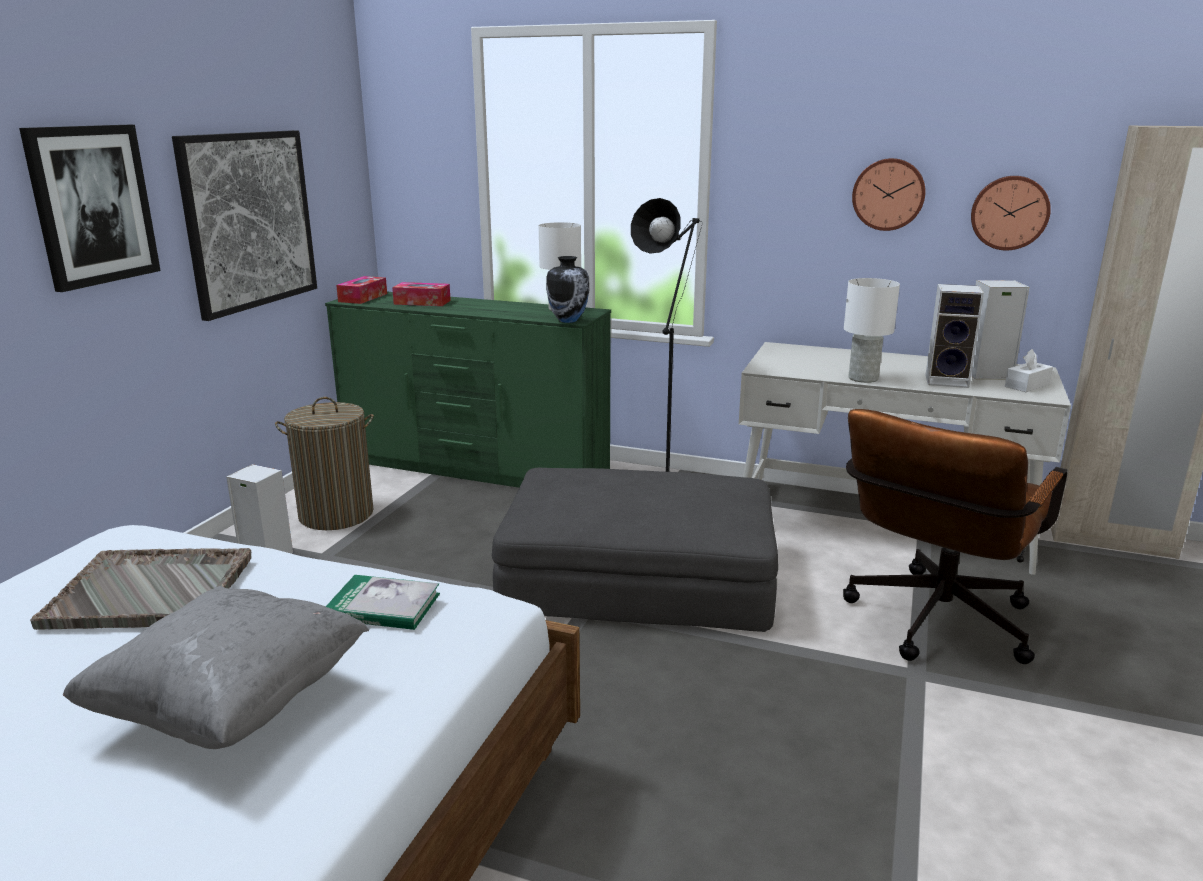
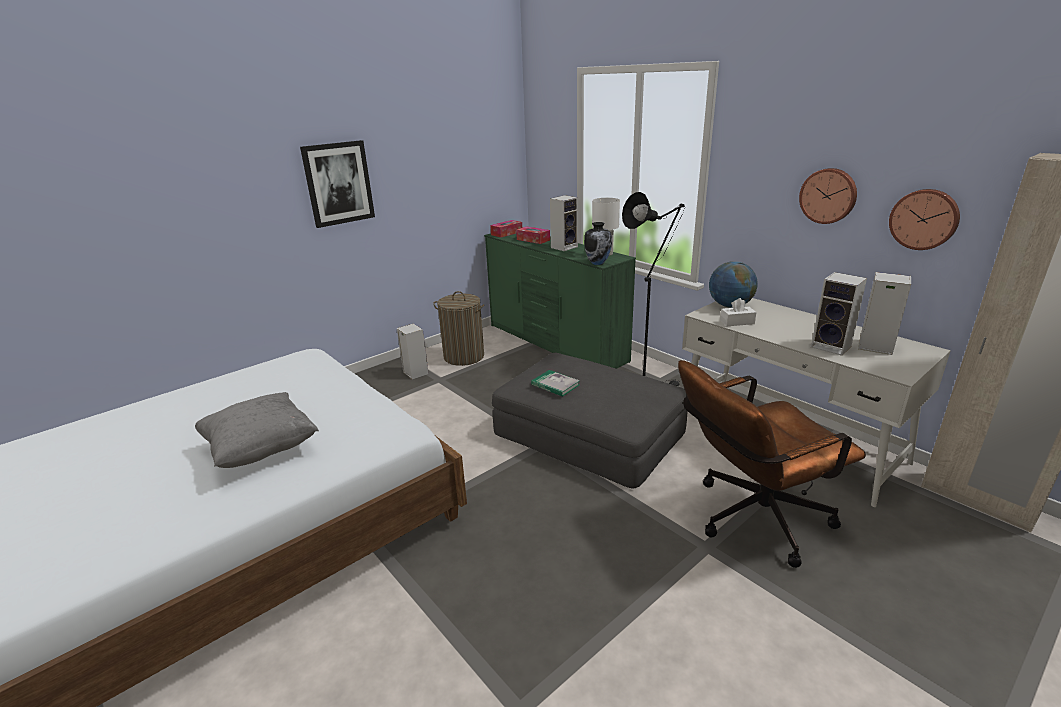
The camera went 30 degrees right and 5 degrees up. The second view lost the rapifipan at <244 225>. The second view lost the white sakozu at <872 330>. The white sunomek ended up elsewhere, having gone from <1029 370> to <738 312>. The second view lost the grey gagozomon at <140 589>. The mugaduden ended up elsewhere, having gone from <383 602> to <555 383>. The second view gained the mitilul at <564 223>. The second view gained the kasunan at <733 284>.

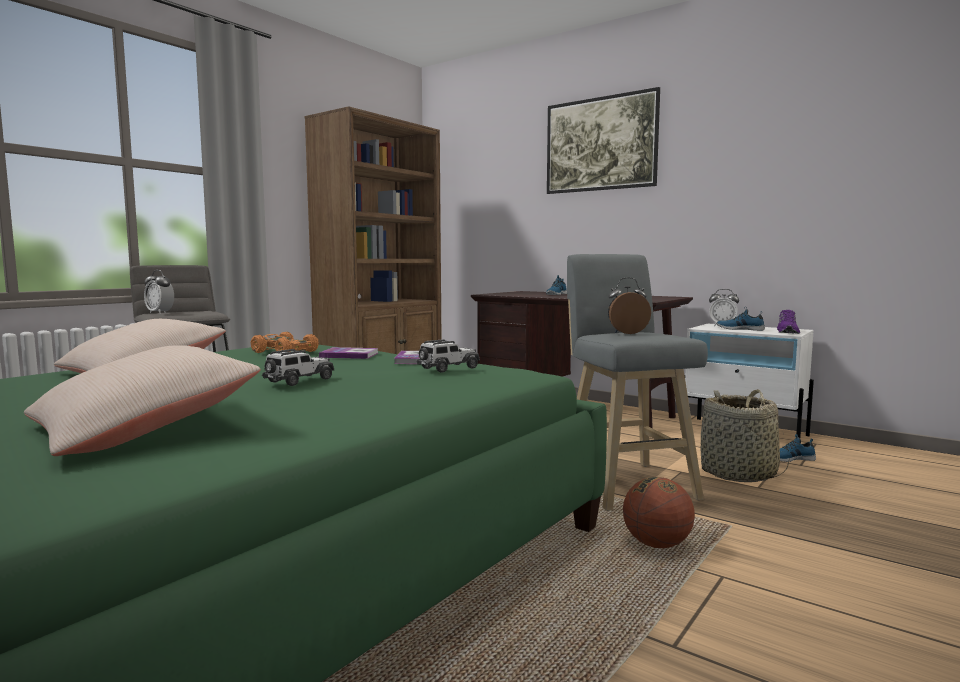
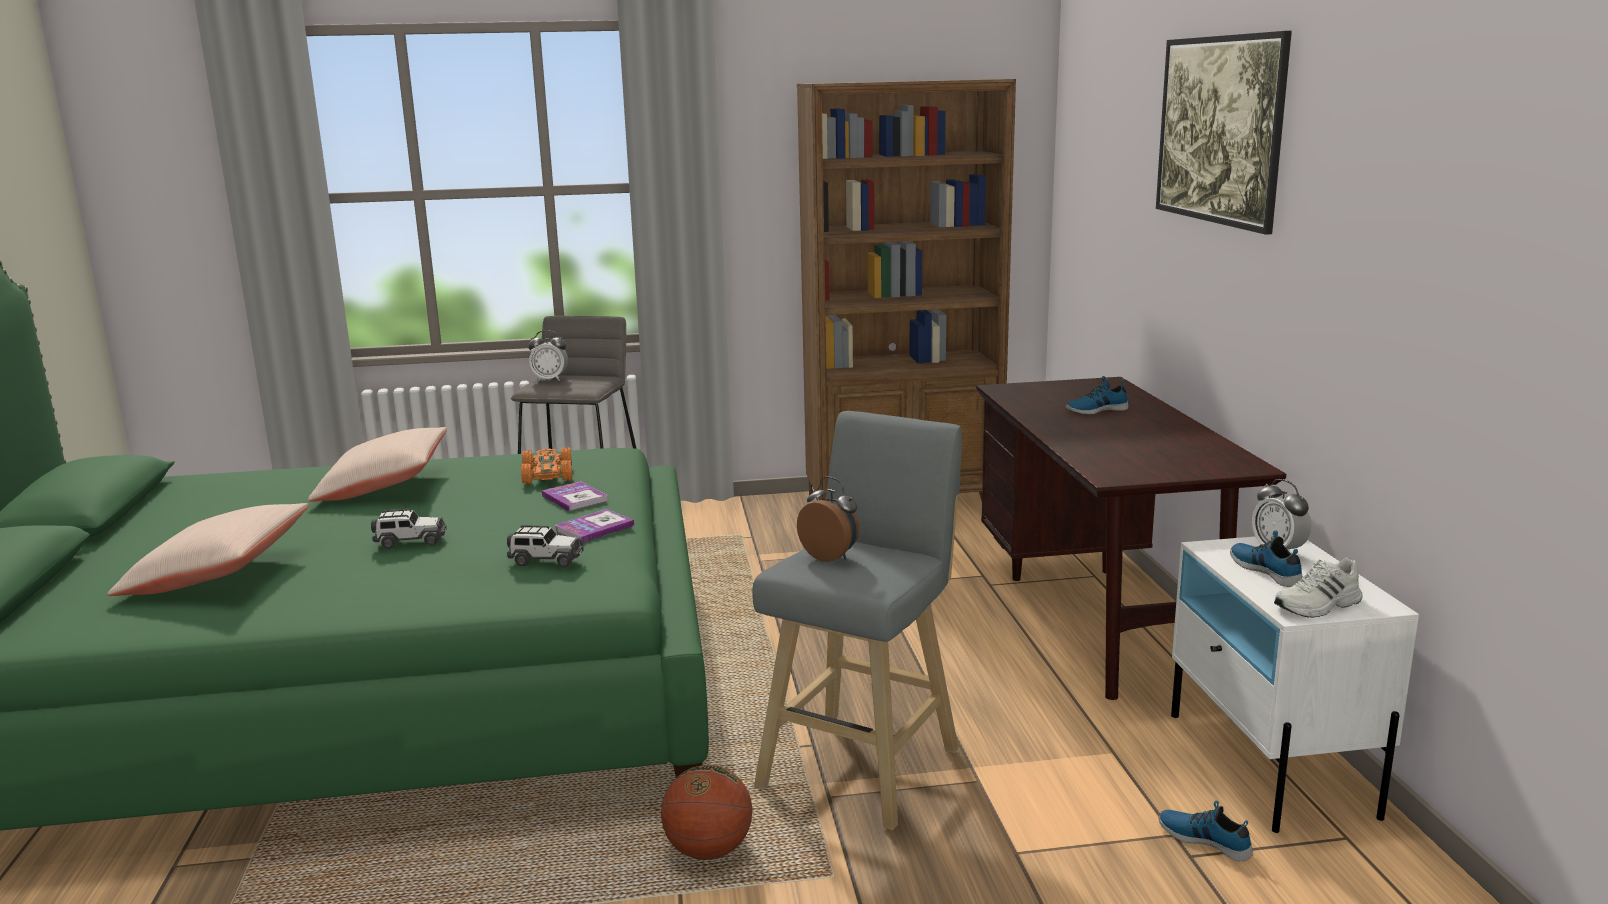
The camera went 45 degrees right and 10 degrees up. The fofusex at <159 292> ended up facing another way, 75 degrees counterclockwise from before. What was the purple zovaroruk at <788 322> turned into the white zovaroruk at <1318 587>. The second view lost the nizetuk at <745 435>.

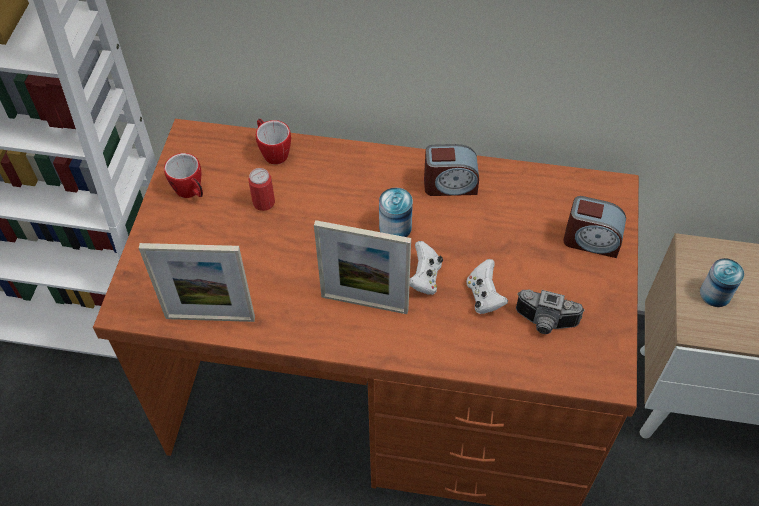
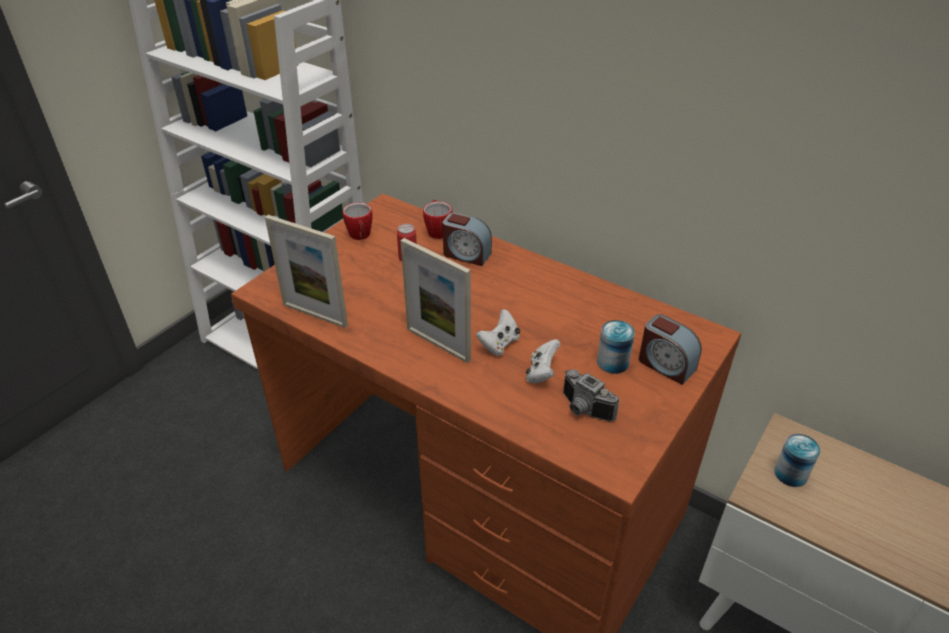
The camera went 25 degrees right and 15 degrees down. The fofusex ended up elsewhere, having gone from <451 170> to <467 239>. The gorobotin ended up elsewhere, having gone from <396 212> to <616 347>.

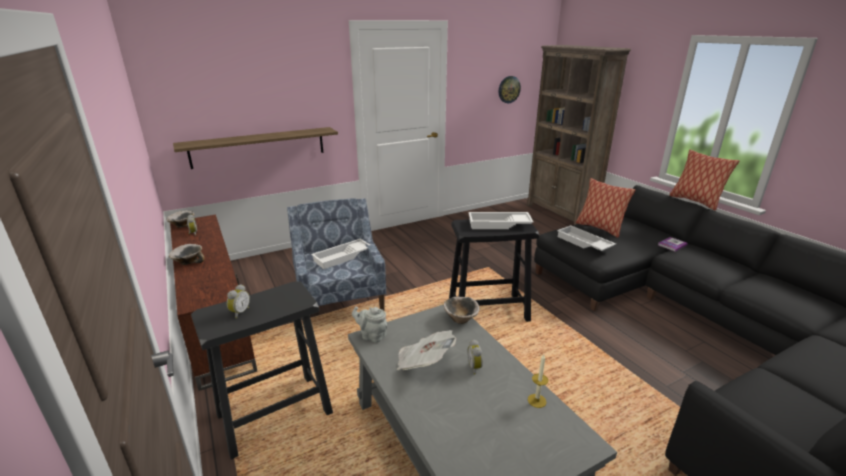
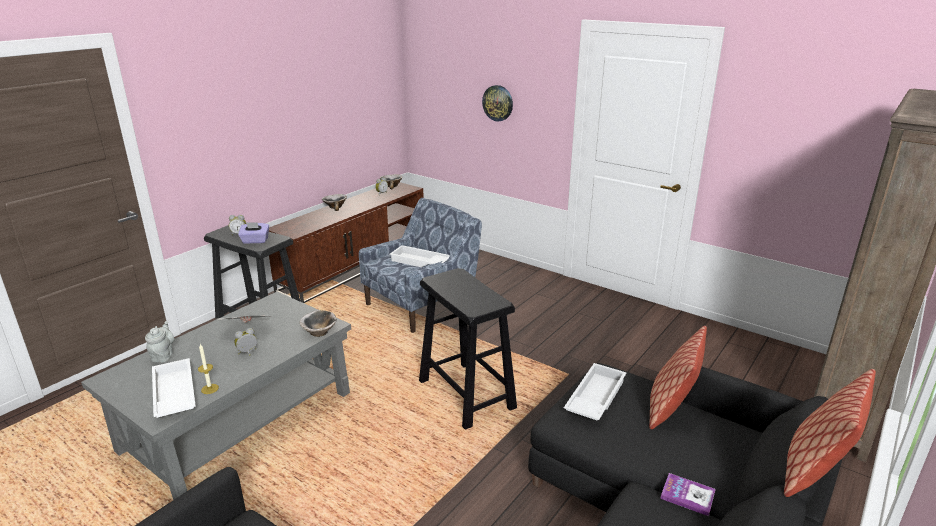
The camera went 65 degrees right and 0 degrees up. The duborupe ended up elsewhere, having gone from <510 89> to <497 103>. The second view lost the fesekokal at <255 148>. The white gagozomon ended up elsewhere, having gone from <501 220> to <174 388>. The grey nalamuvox ended up elsewhere, having gone from <369 324> to <160 341>. The second view gained the purple sunomek at <253 233>.

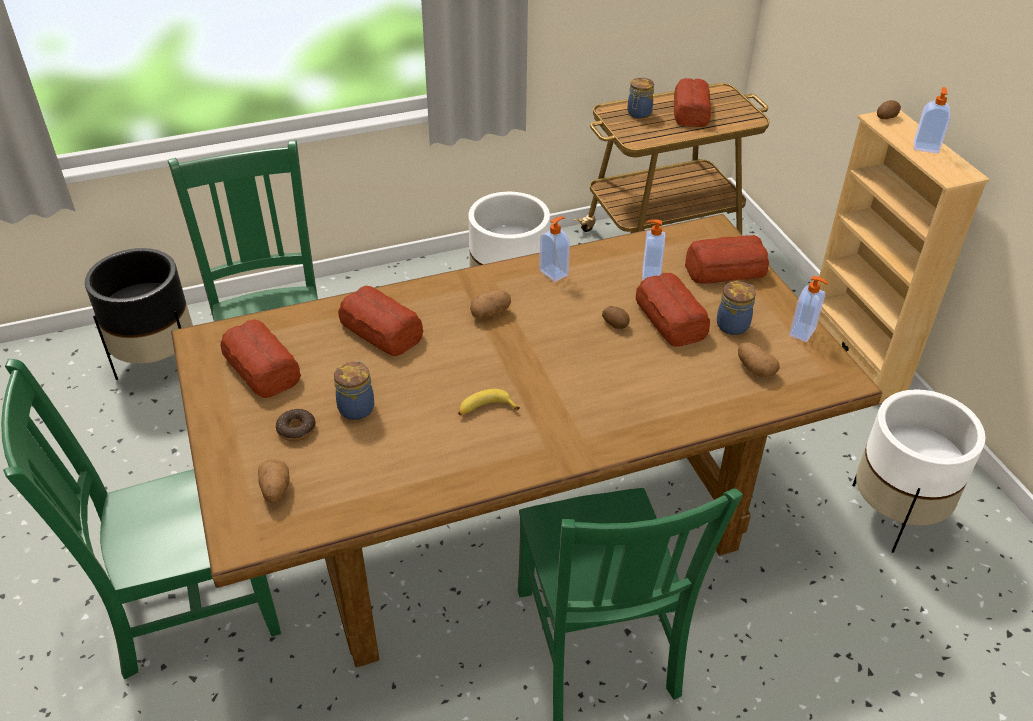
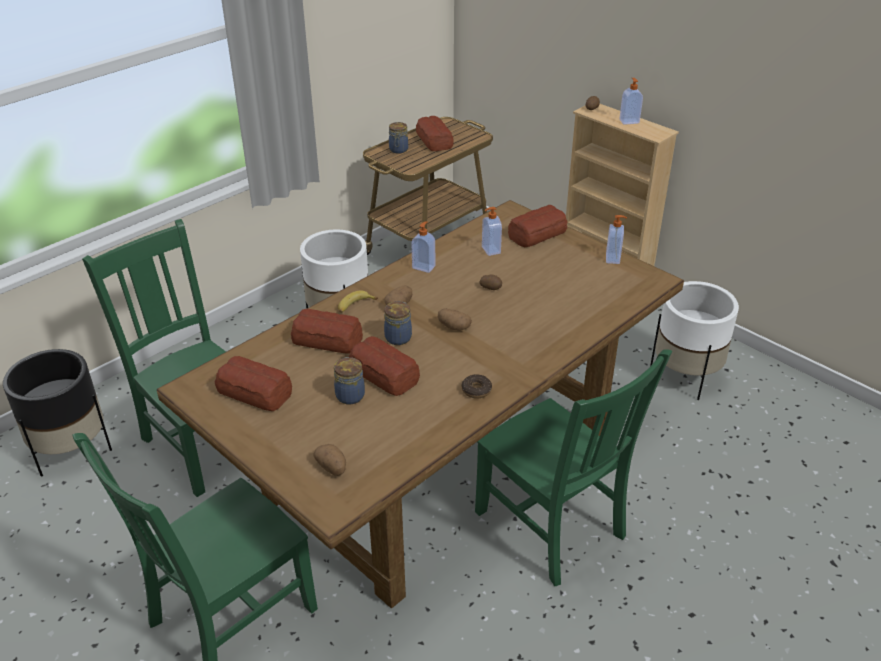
The camera went 25 degrees left and 5 degrees down. The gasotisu ended up elsewhere, having gone from <673 310> to <384 366>. The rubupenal ended up elsewhere, having gone from <736 308> to <398 323>. The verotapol ended up elsewhere, having gone from <759 359> to <455 319>. The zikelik ended up elsewhere, having gone from <489 402> to <358 302>. The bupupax ended up elsewhere, having gone from <296 425> to <477 386>.

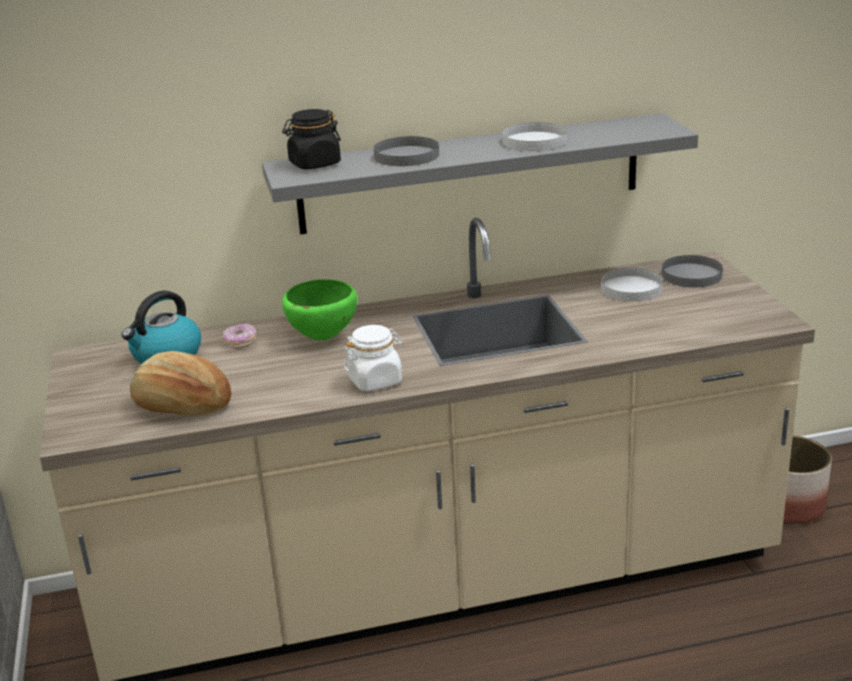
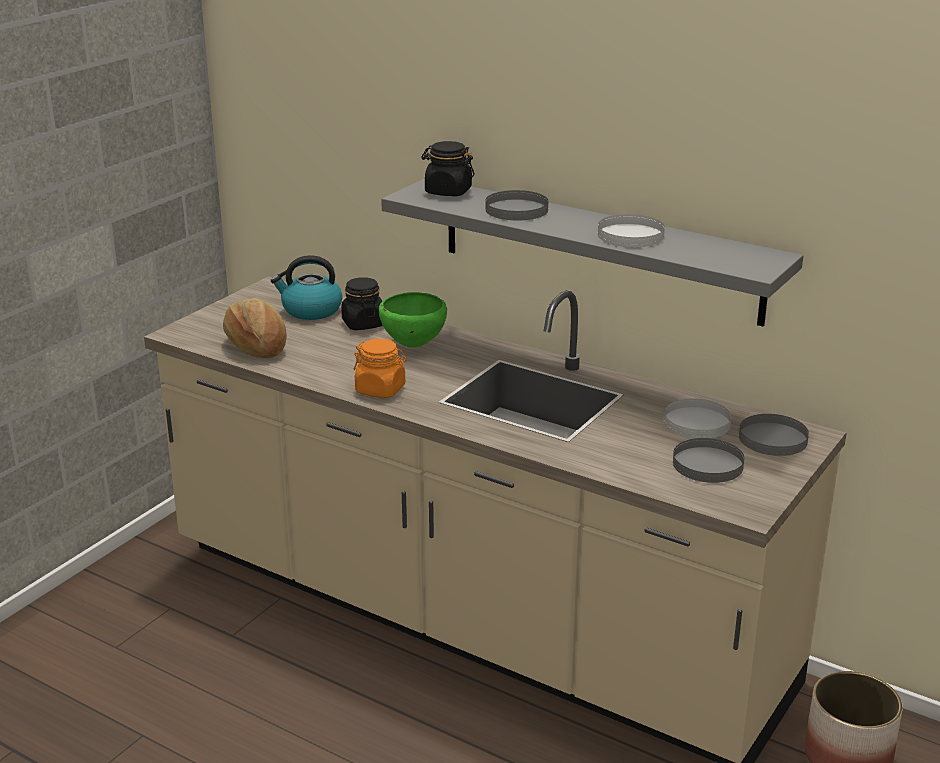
The camera went 45 degrees right and 0 degrees up. Where the bupupax stood at <239 336>, the black rubupenal came to stand at <362 303>. What was the white rubupenal at <373 358> turned into the orange rubupenal at <380 368>. The second view gained the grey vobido at <708 460>.

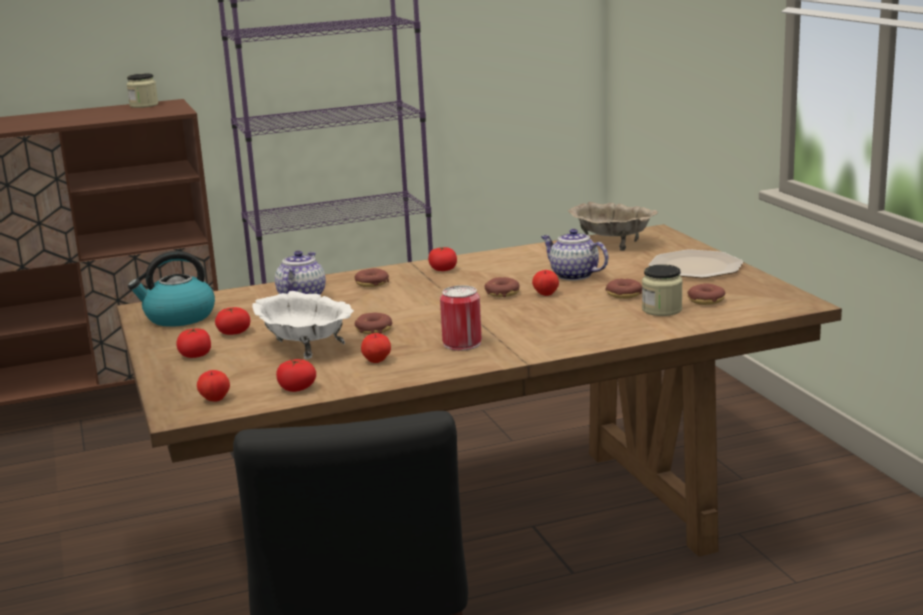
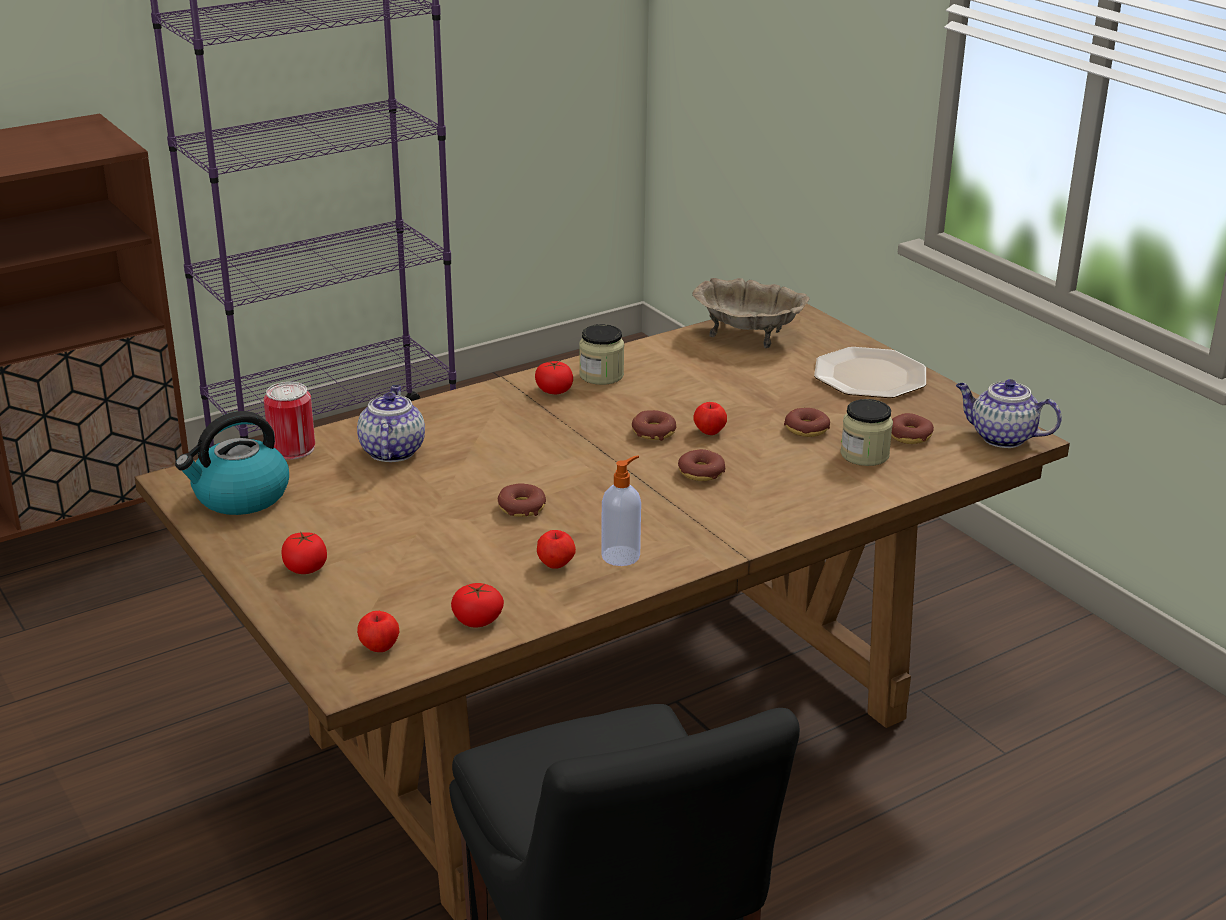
The camera went 15 degrees left and 10 degrees up. The rubupenal ended up elsewhere, having gone from <142 90> to <601 354>. The nalamuvox ended up elsewhere, having gone from <574 255> to <1009 413>. The bupupax ended up elsewhere, having gone from <371 277> to <701 465>. The gorobotin ended up elsewhere, having gone from <461 318> to <289 421>. The second view lost the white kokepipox at <303 325>. The second view lost the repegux at <232 321>. The second view gained the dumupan at <621 510>.

